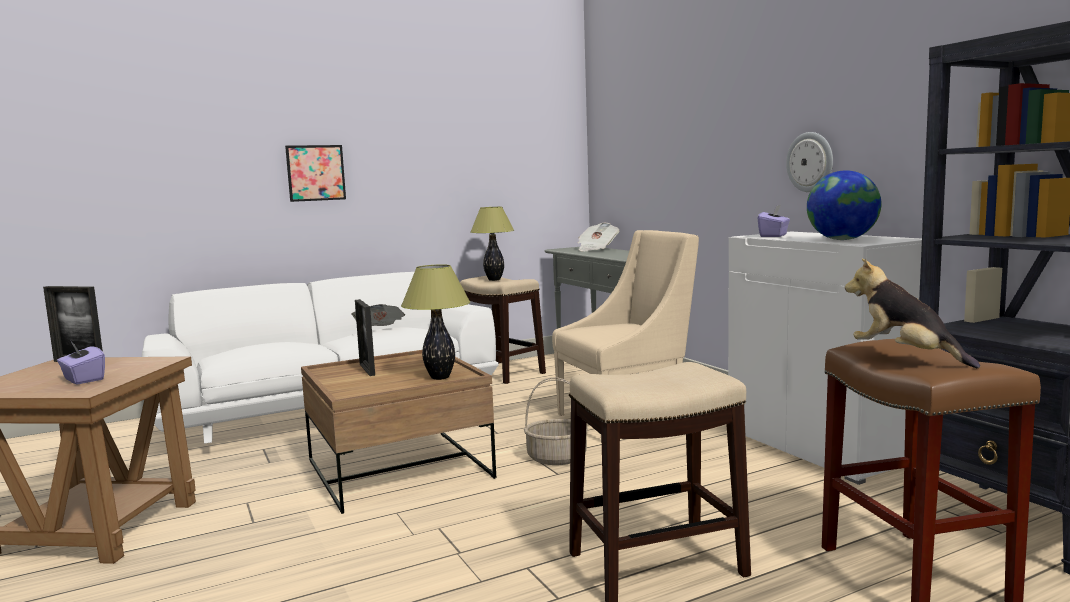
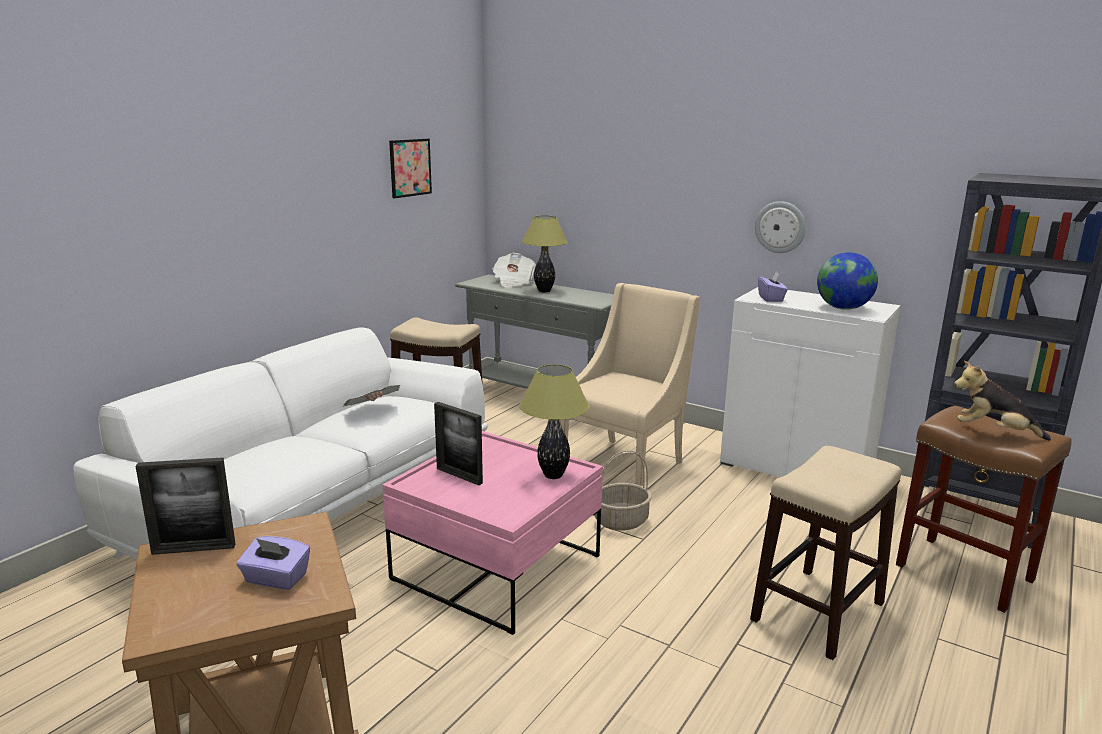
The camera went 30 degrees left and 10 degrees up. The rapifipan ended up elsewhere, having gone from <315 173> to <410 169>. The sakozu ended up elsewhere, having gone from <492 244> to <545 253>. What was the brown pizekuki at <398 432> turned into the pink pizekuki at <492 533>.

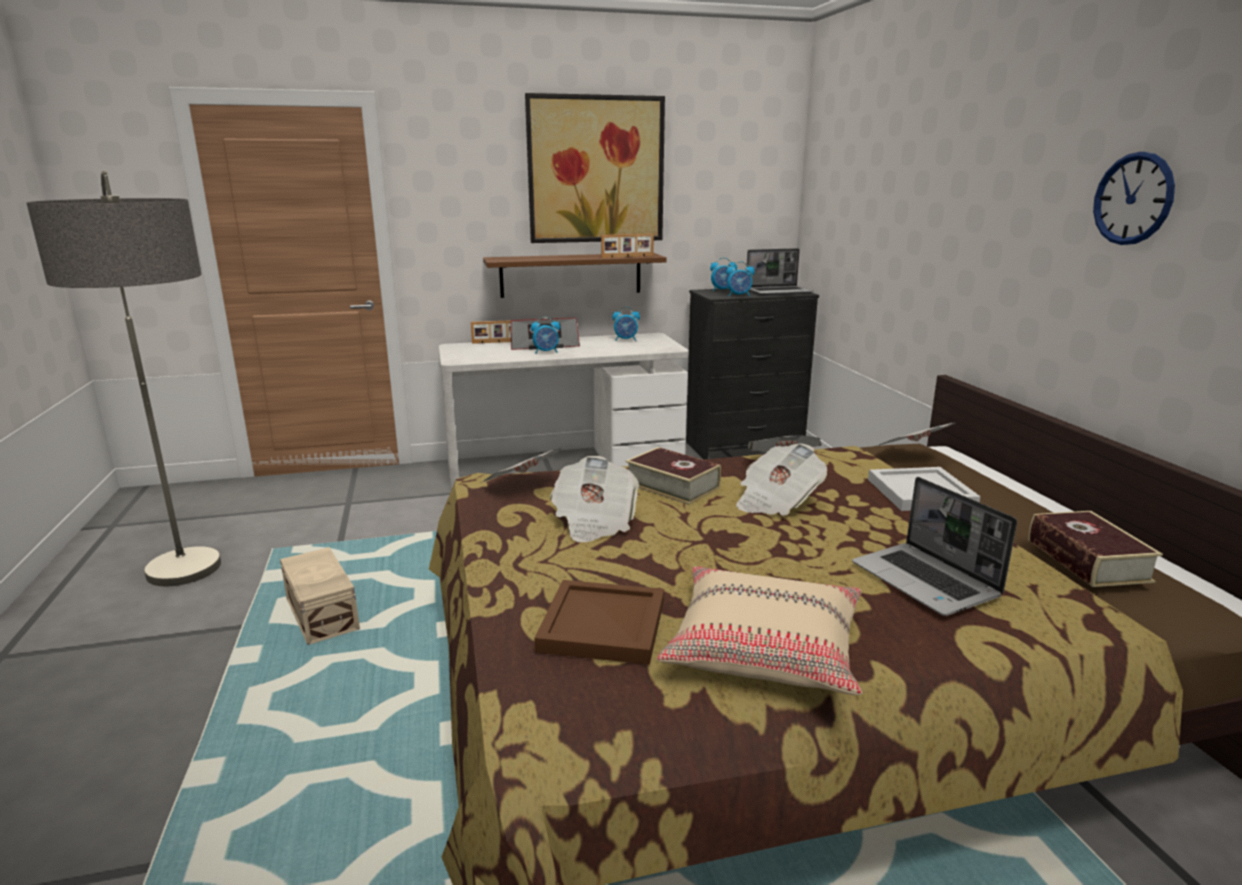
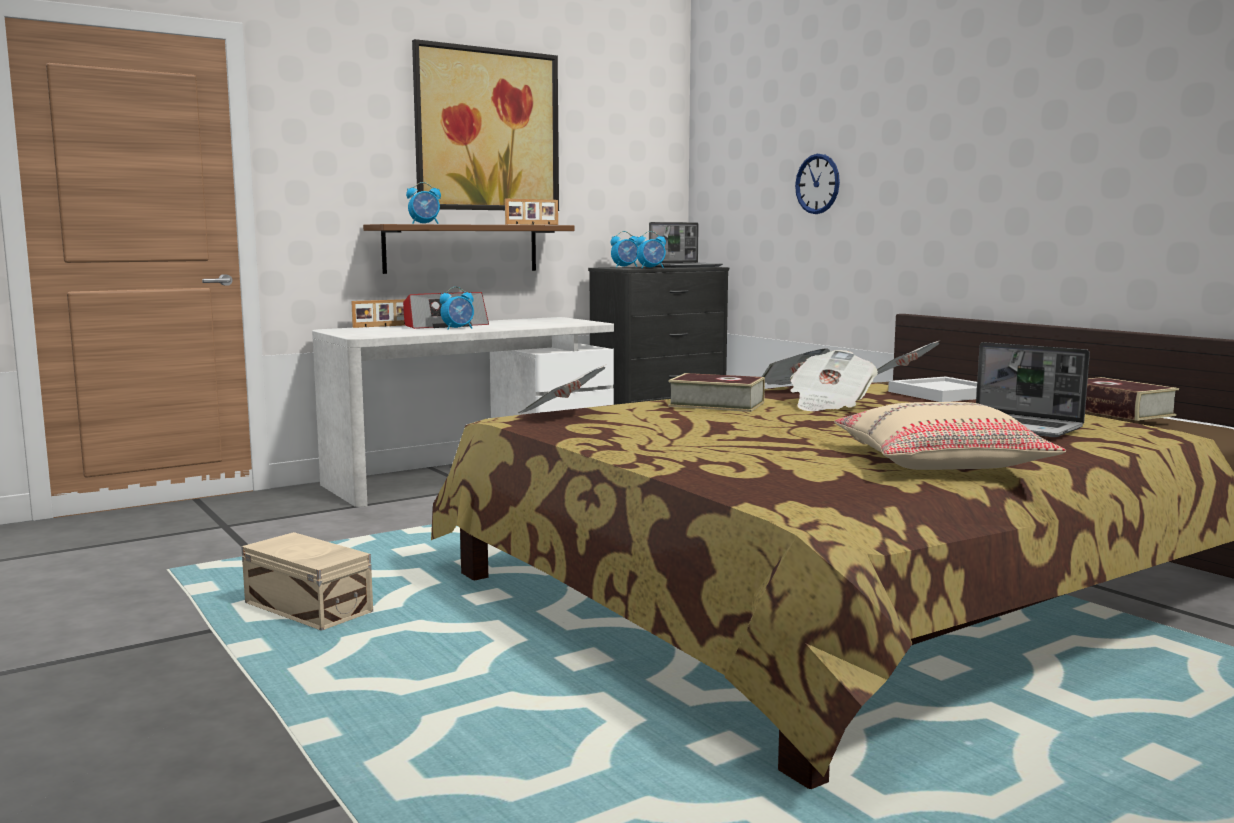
The camera went 20 degrees left and 10 degrees down. The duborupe ended up elsewhere, having gone from <1134 198> to <817 184>. The second view lost the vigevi at <124 378>. The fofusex ended up elsewhere, having gone from <626 324> to <423 203>. The second view lost the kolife at <594 499>. The second view lost the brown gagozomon at <599 622>.

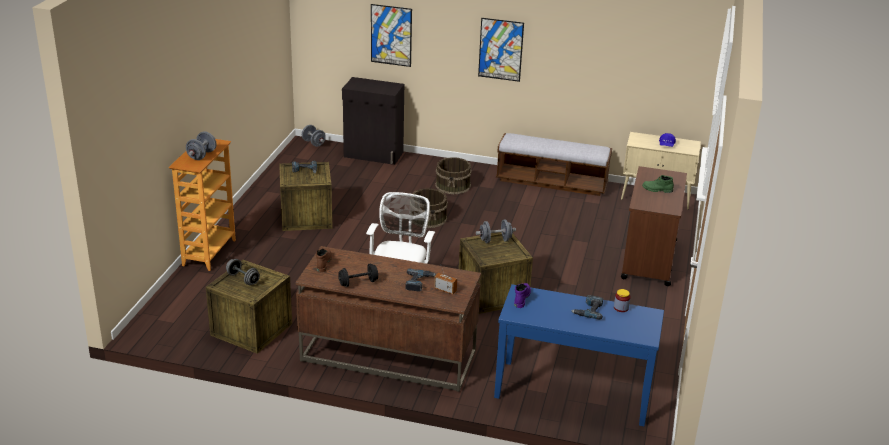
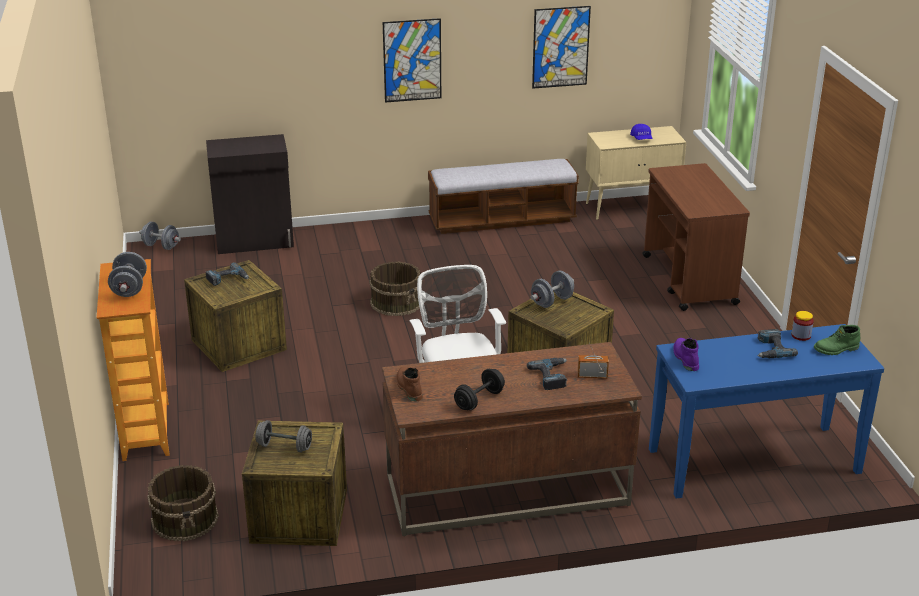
The camera went 25 degrees left and 0 degrees up. The rapifipan ended up elsewhere, having gone from <391 35> to <561 47>. The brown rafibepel ended up elsewhere, having gone from <453 175> to <183 503>. The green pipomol ended up elsewhere, having gone from <658 184> to <837 340>.

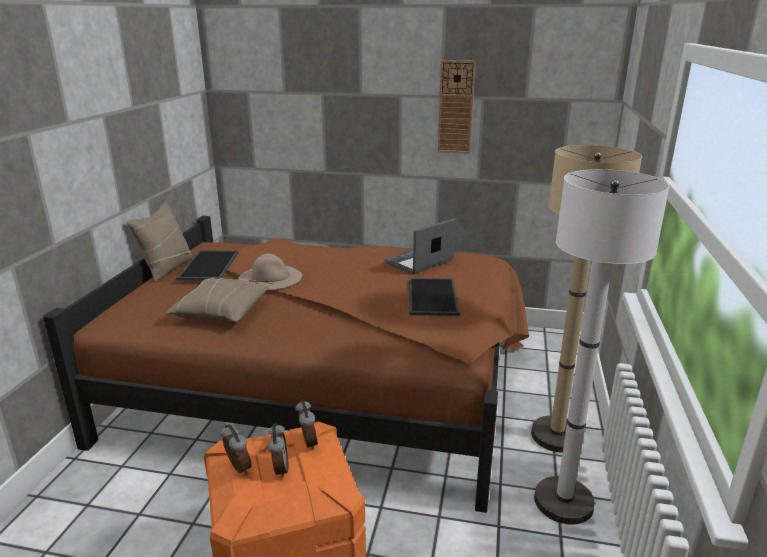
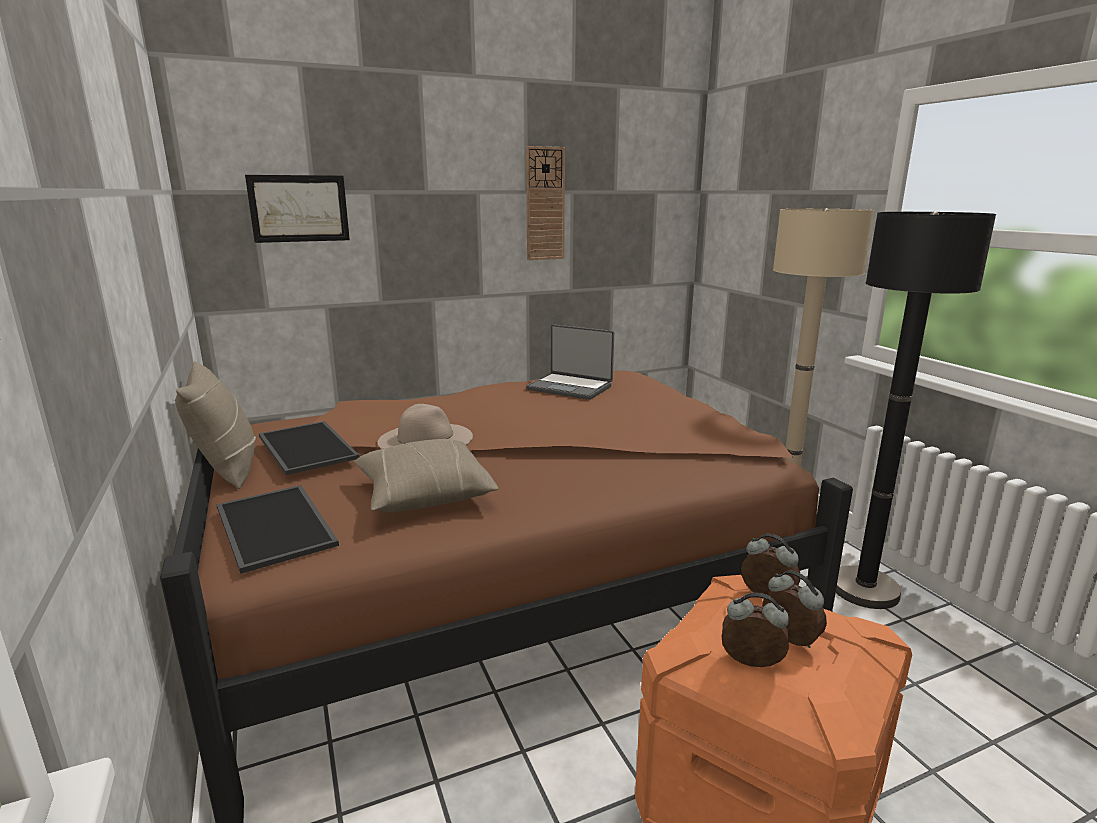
The camera went 35 degrees left and 5 degrees down. What was the white vigevi at <602 347> turned into the black vigevi at <916 410>. The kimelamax at <420 246> ended up facing another way, 75 degrees counterclockwise from before. The gagozomon ended up elsewhere, having gone from <434 297> to <277 529>. The second view gained the rapifipan at <297 209>.

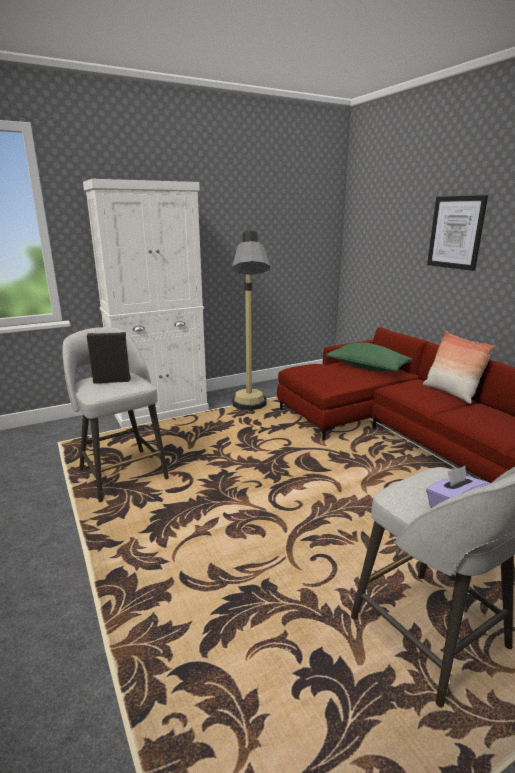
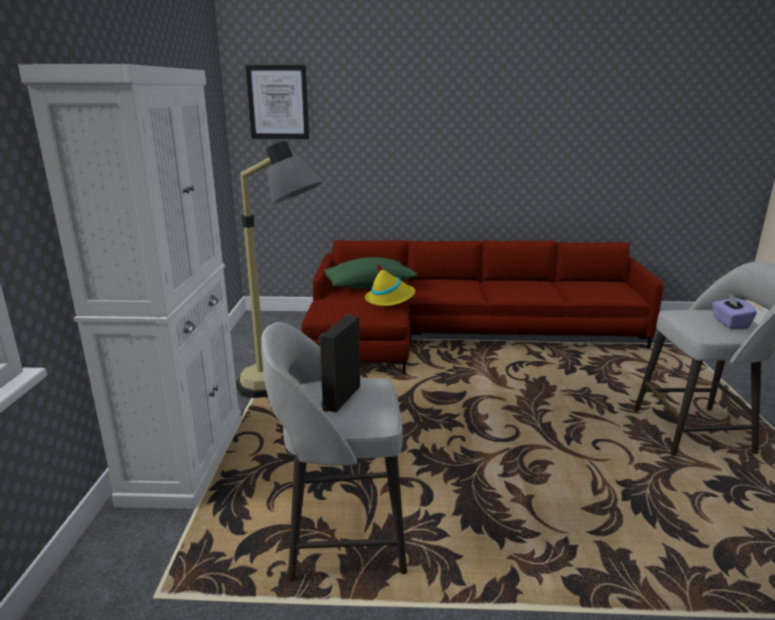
The camera went 60 degrees left and 0 degrees up. The rapifipan ended up elsewhere, having gone from <457 233> to <277 102>. The second view lost the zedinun at <459 367>. The second view gained the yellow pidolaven at <390 284>.

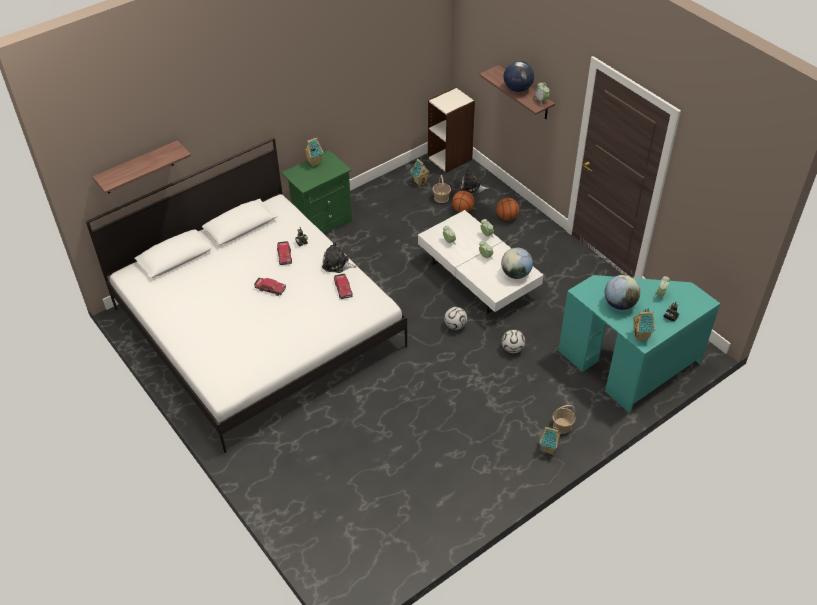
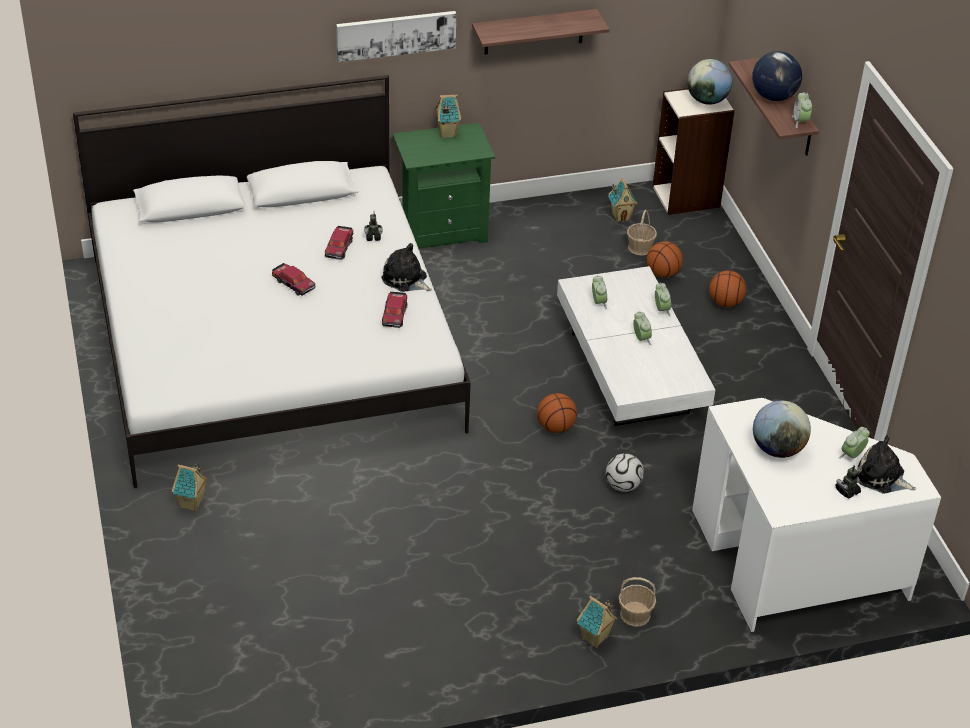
The camera went 20 degrees right and 5 degrees down. The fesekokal ended up elsewhere, having gone from <141 167> to <540 31>. The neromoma ended up elsewhere, having gone from <474 180> to <886 464>. The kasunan ended up elsewhere, having gone from <517 263> to <710 82>. What was the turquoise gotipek at <639 344> turned into the white gotipek at <816 515>. Where the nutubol stood at <455 318>, the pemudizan came to stand at <557 413>. The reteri ended up elsewhere, having gone from <644 324> to <190 488>. The second view gained the rapifipan at <396 36>.

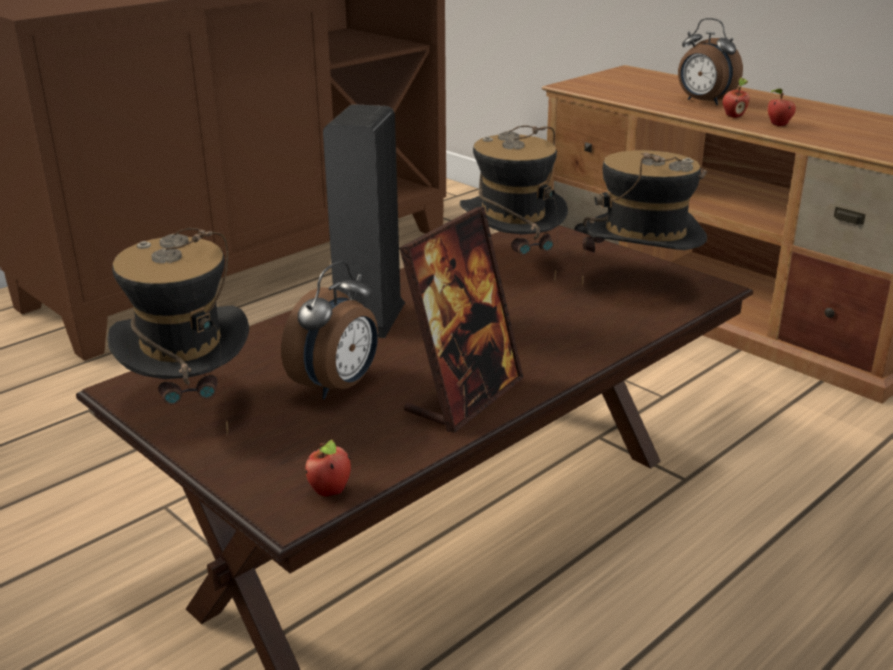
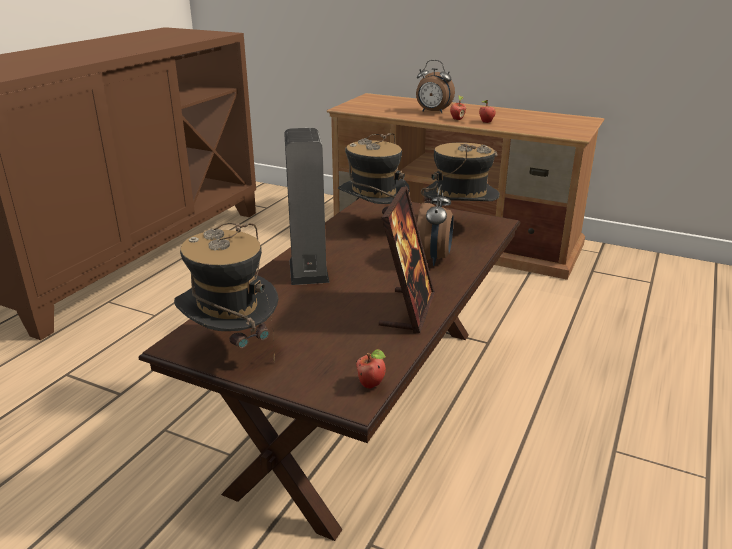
The camera went 20 degrees left and 0 degrees up. The fofusex ended up elsewhere, having gone from <329 330> to <435 225>.

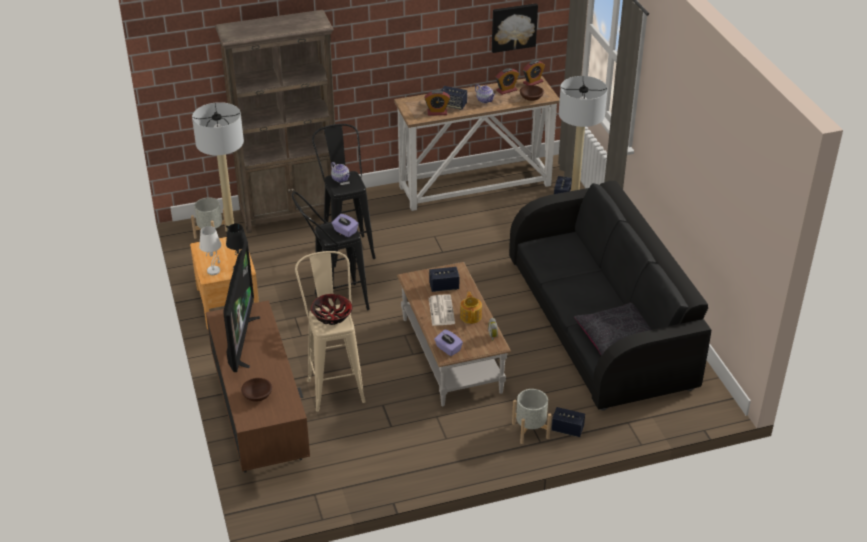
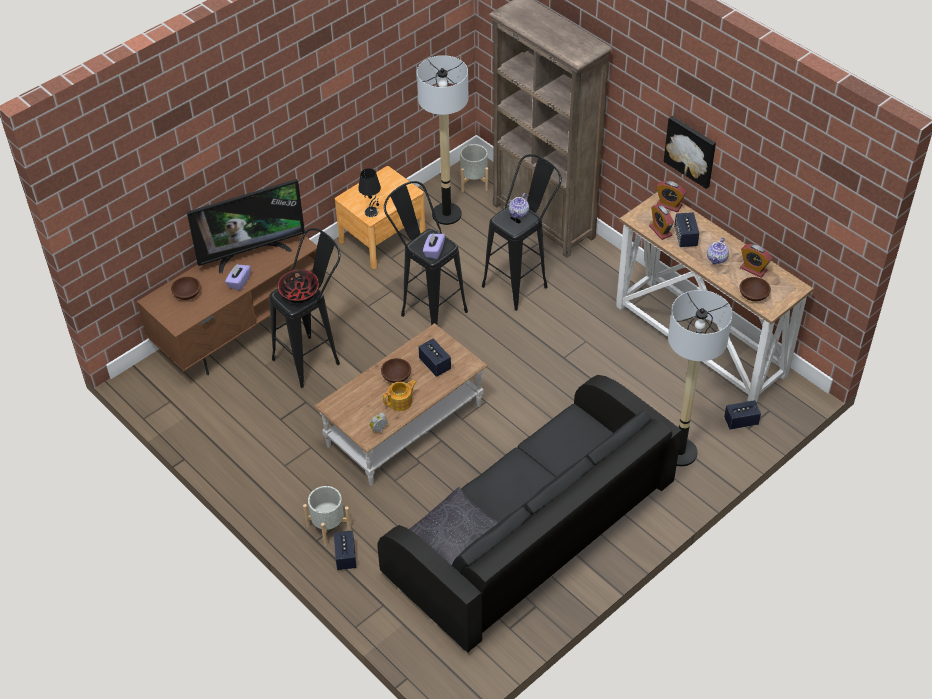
The camera went 65 degrees right and 10 degrees up. The rapifipan ended up elsewhere, having gone from <515 28> to <690 152>. The fofusex ended up elsewhere, having gone from <534 72> to <671 196>. The second view lost the white sakozu at <210 250>. What was the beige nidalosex at <330 331> turned into the black nidalosex at <305 308>. Where the kolife stood at <442 310>, the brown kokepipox came to stand at <396 370>. The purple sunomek ended up elsewhere, having gone from <448 342> to <238 277>.

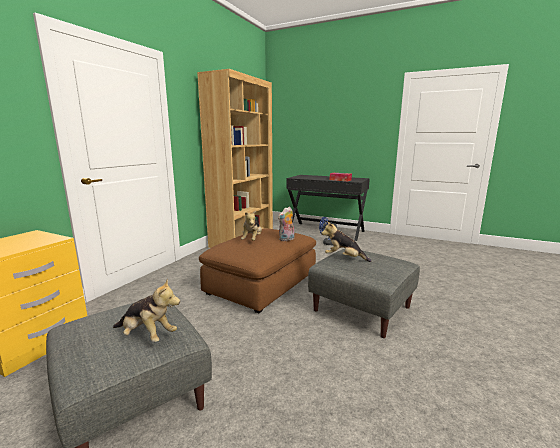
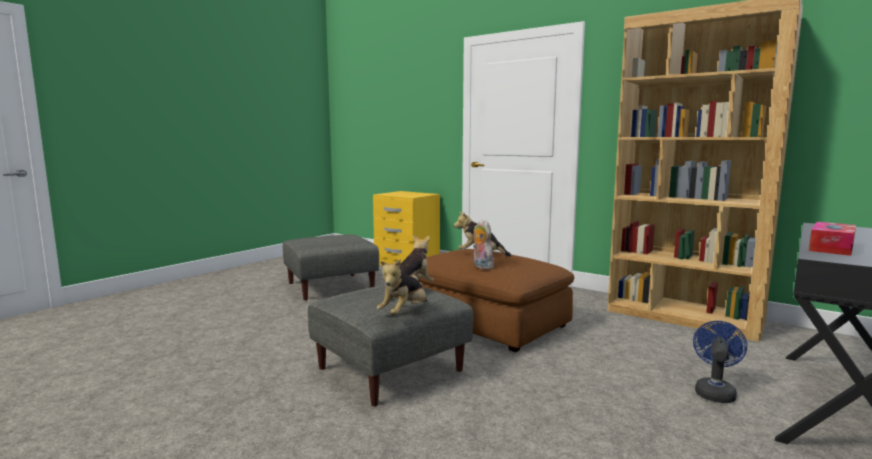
The camera went 100 degrees right and 5 degrees down. The neromoma ended up elsewhere, having gone from <146 310> to <402 287>.

